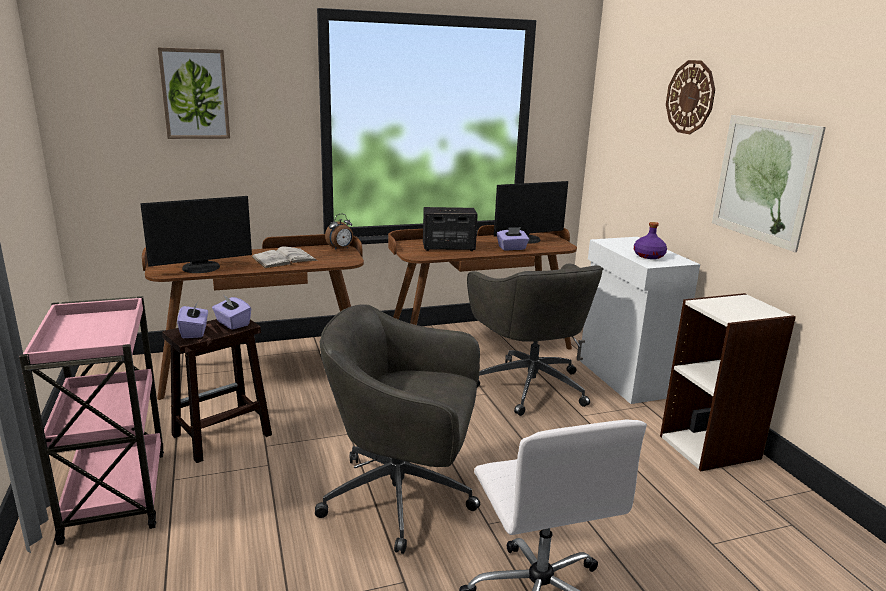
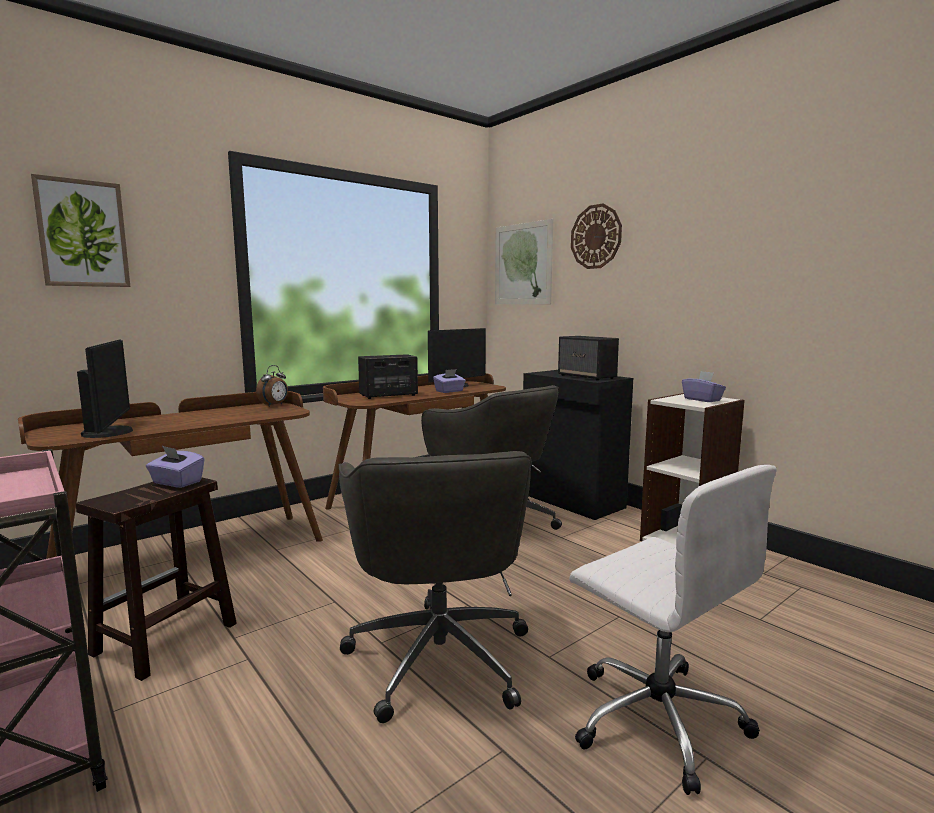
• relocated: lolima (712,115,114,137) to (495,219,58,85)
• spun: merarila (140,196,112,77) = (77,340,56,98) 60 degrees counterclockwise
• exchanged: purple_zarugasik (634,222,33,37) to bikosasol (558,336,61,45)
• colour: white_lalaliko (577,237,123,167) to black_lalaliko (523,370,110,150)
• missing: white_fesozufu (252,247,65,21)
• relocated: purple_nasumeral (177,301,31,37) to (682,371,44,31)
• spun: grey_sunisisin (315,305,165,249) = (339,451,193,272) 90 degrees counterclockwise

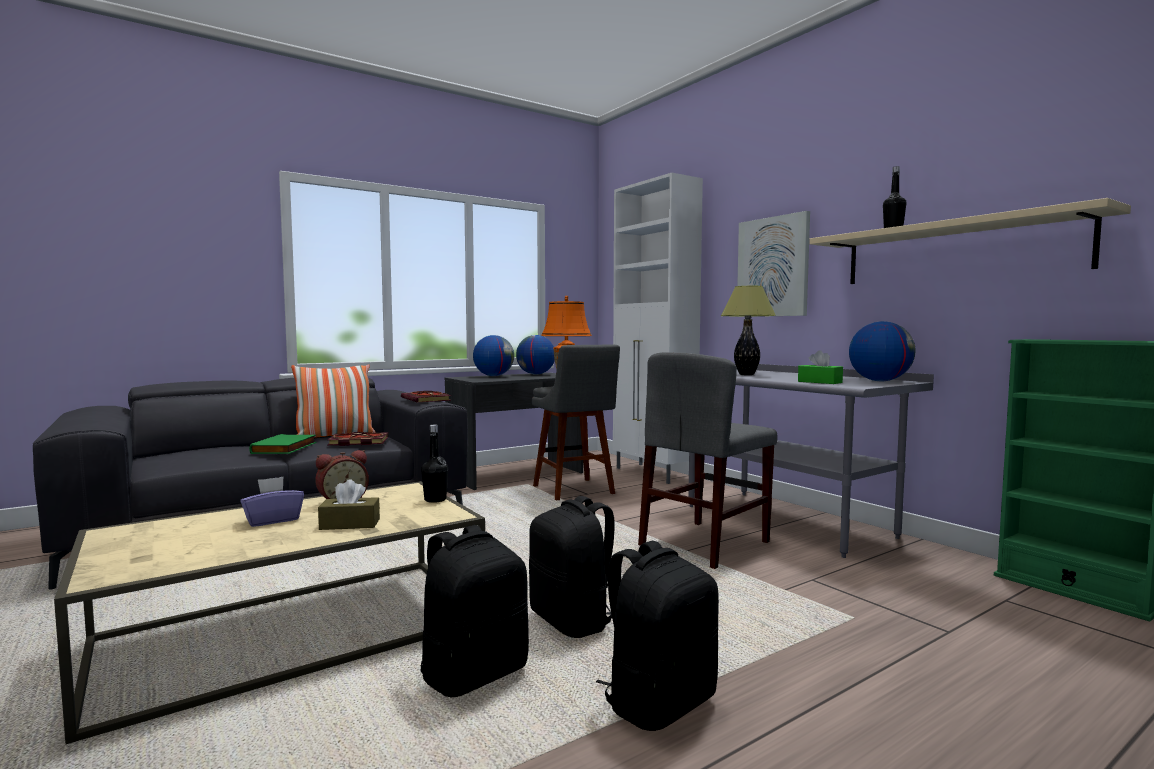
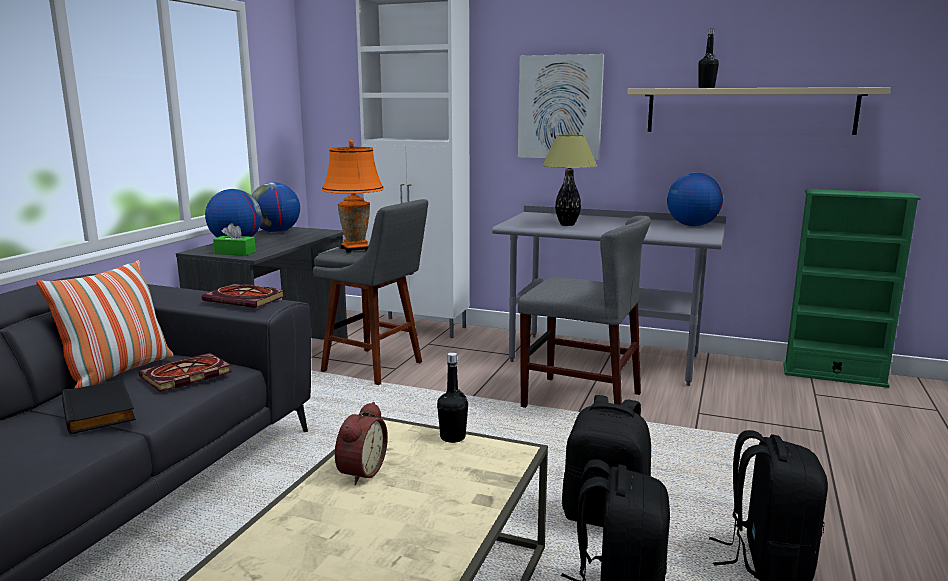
• relocated: green_nasumeral (798,350,45,34) to (213,223,43,33)
• spun: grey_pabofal (638,352,140,217) = (518,216,133,192) 75 degrees counterclockwise
• colour: green_fesozufu (249,434,67,20) to black_fesozufu (62,379,74,56)
• missing: purple_nasumeral (240,477,64,50)
• missing: brown_nasumeral (318,479,62,51)

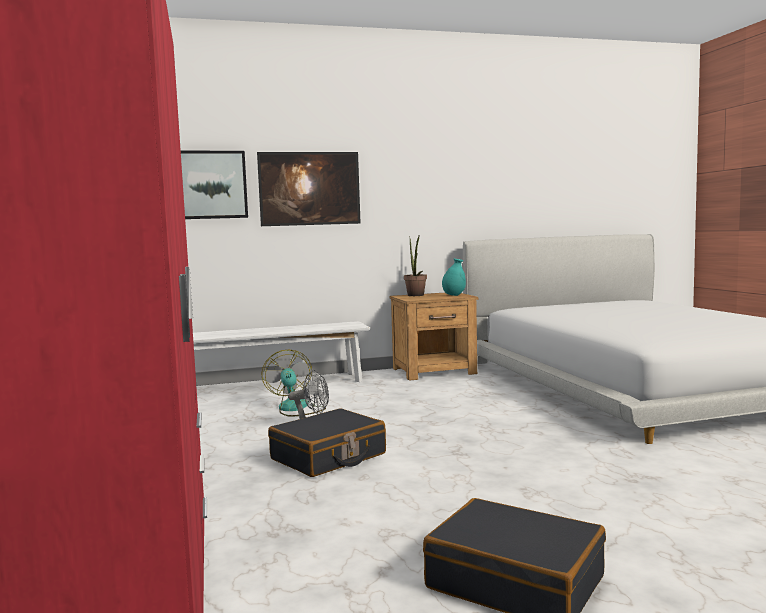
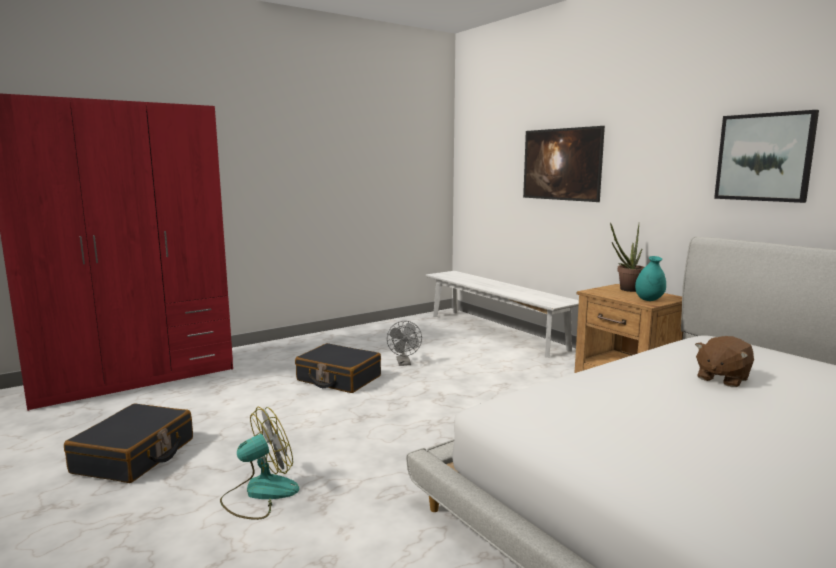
• relocated: lolima (181,151,67,68) to (714,110,105,93)
• relocated: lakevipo (262,349,64,68) to (220,407,79,113)
• appeared: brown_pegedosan (695,336,59,51)

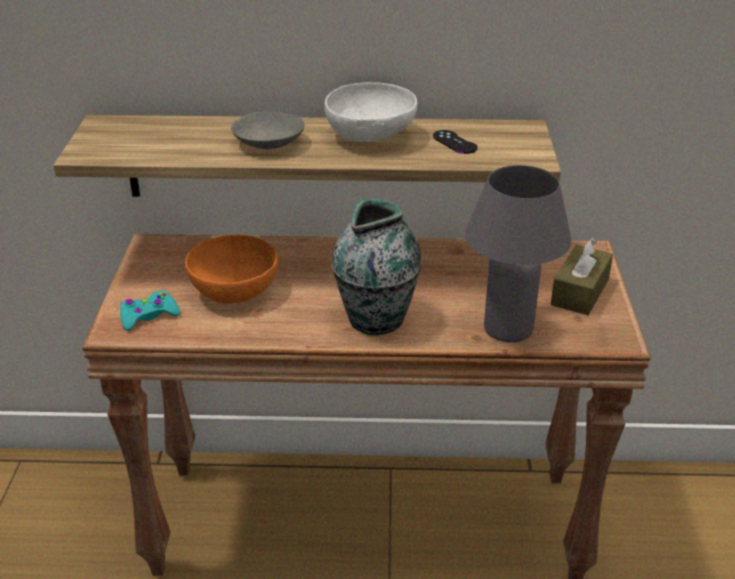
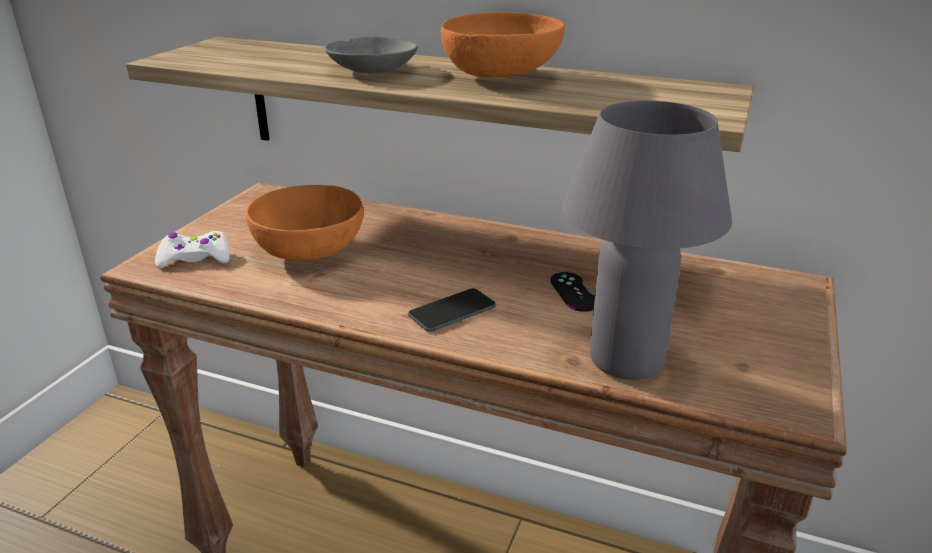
• colour: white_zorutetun (325,82,93,60) to orange_zorutetun (441,12,124,66)
• relocated: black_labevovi (433,130,45,24) to (550,272,45,40)
• exchanged: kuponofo (331,199,91,136) to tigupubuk (408,288,88,44)
• missing: brown_nasumeral (551,238,62,77)
• colour: turquoise_labevovi (120,290,60,41) to white_labevovi (155,231,75,37)

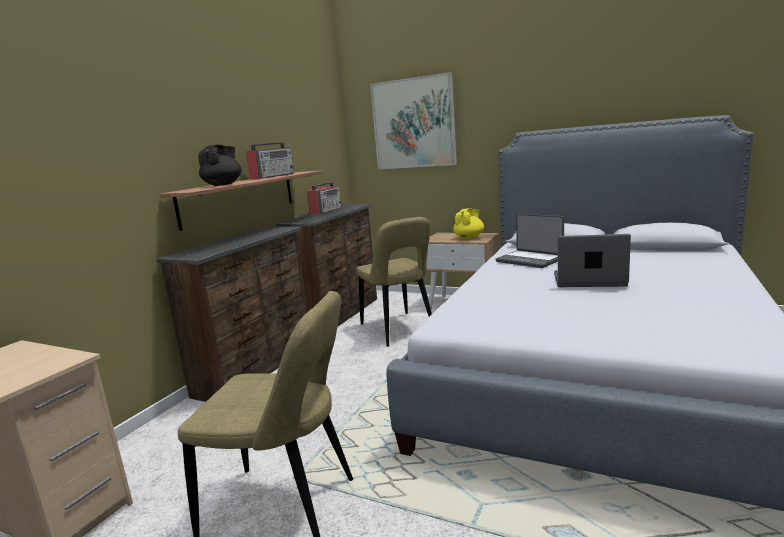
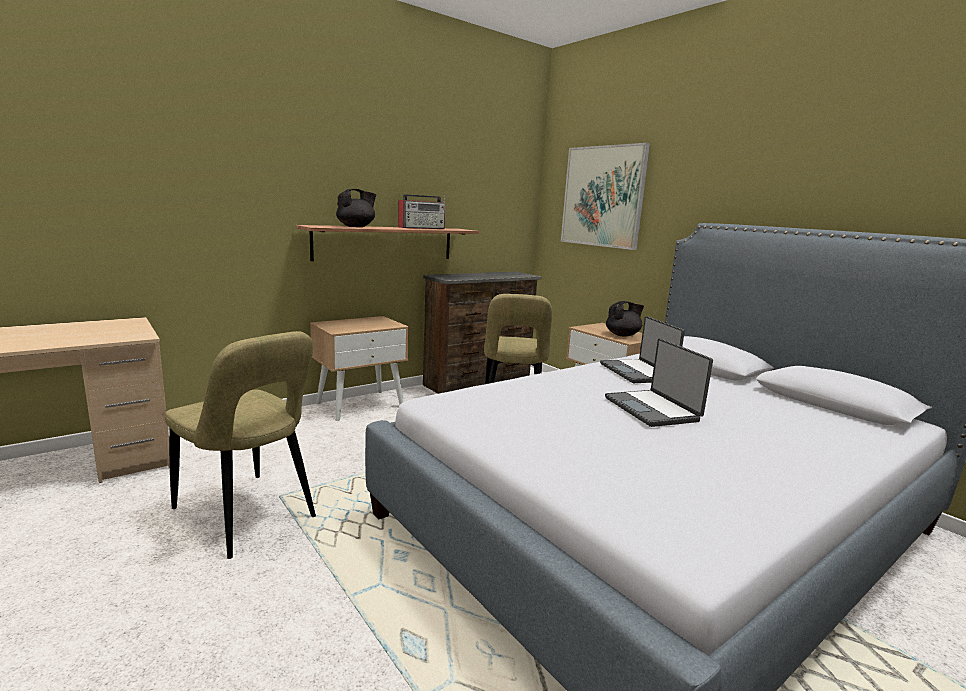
• missing: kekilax (307,180,35,35)
• colour: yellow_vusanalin (453,208,31,31) to black_vusanalin (606,301,38,36)
• exchanged: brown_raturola (156,227,151,175) to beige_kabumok (310,316,99,105)
• spun: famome (554,234,77,53) = (605,338,108,89) 150 degrees counterclockwise

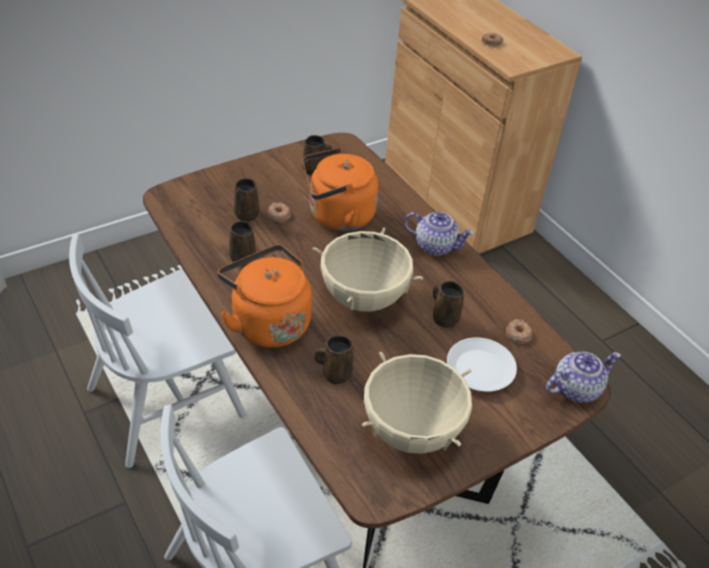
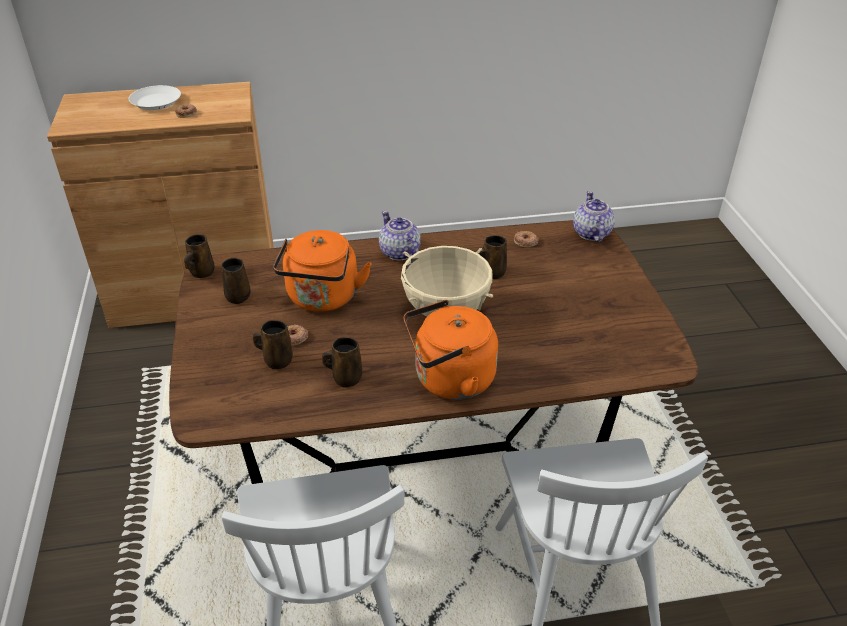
• spun: vusanalin (404,212,70,44) = (379,211,42,49) 75 degrees counterclockwise
• relocated: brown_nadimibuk (314,335,39,49) to (184,234,31,44)
• relocated: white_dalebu (447,338,70,54) to (129,85,52,25)
• missing: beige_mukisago (361,352,111,102)

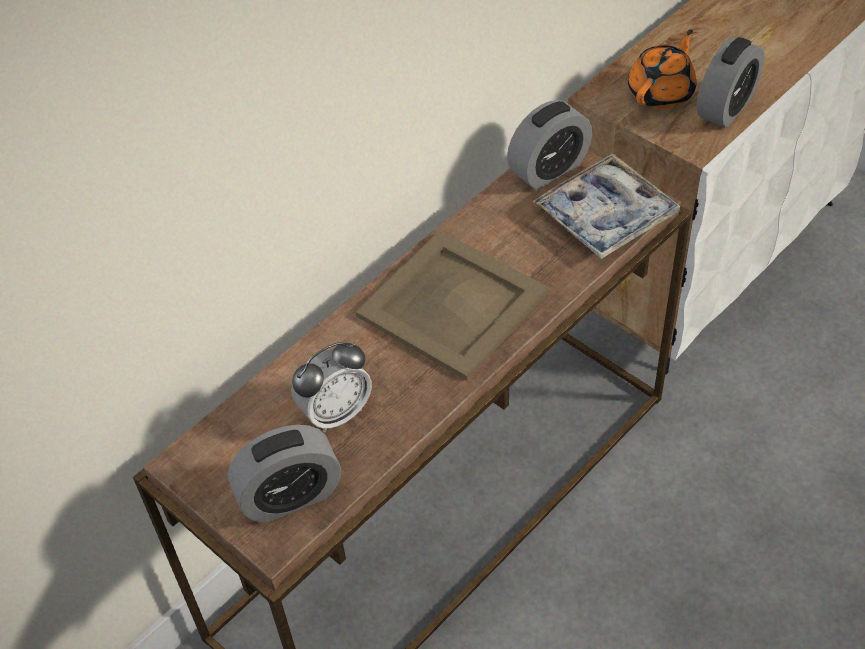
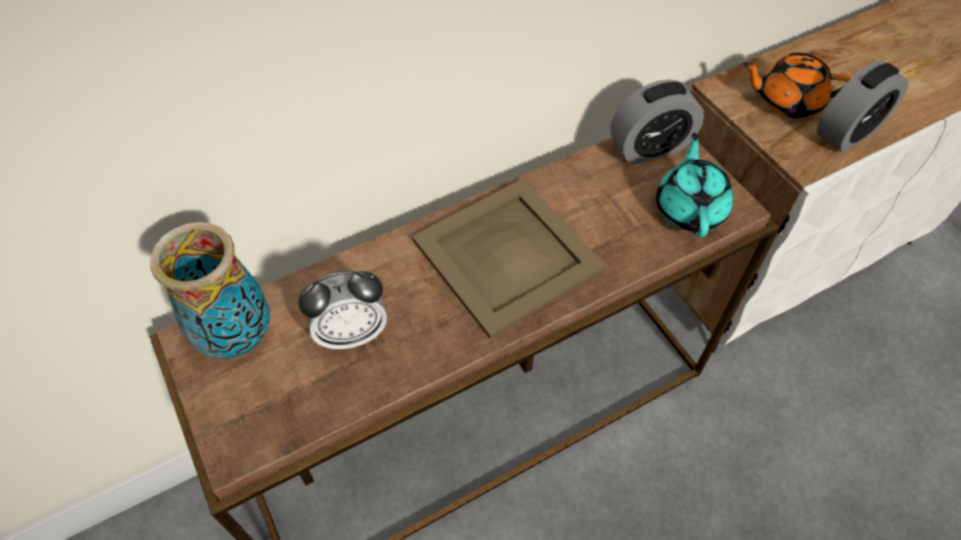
• spun: orange_vusanalin (628,29,69,80) = (743,53,109,65) 135 degrees counterclockwise
• exchanged: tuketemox (532,154,149,105) to turquoise_vusanalin (656,133,77,104)
• missing: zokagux (228,425,113,98)
• appeared: kuponofo (150,222,120,137)

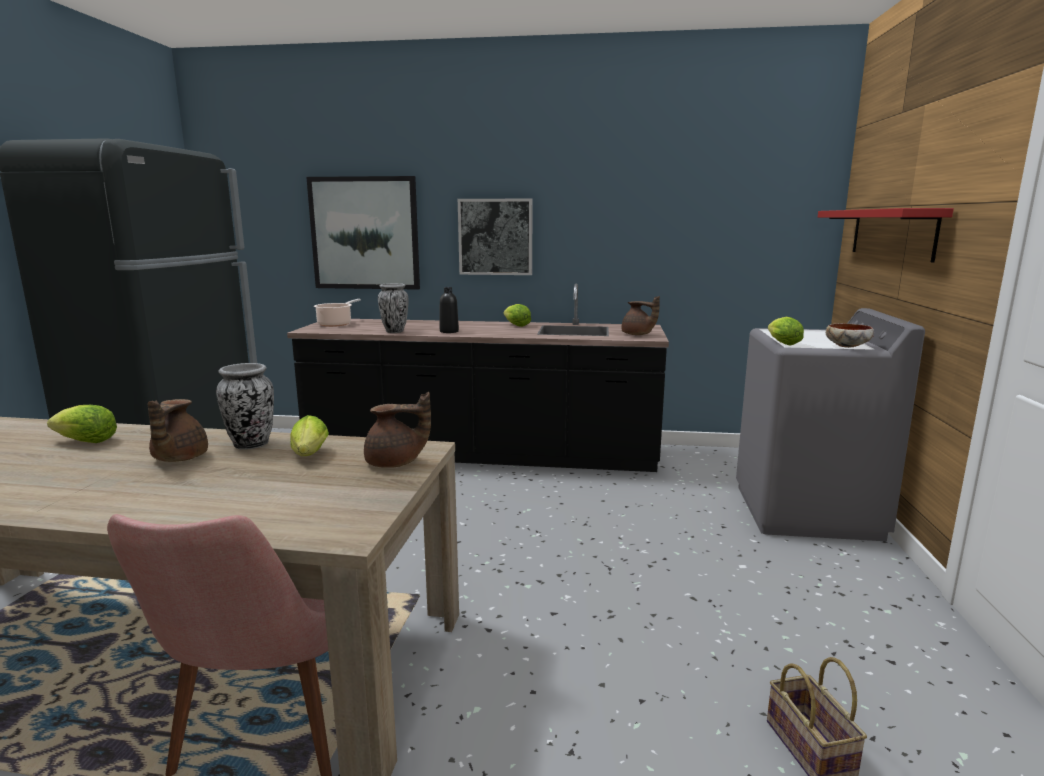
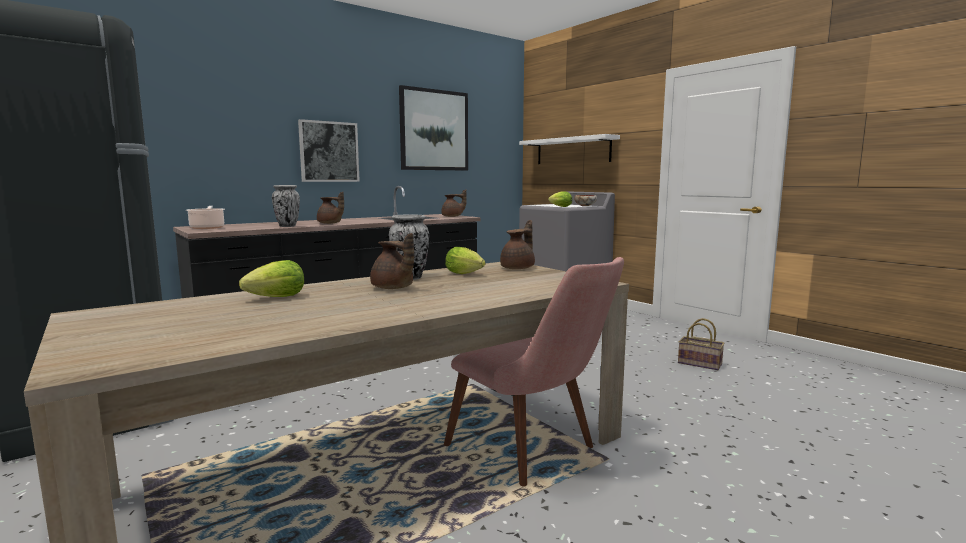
• relocated: lolima (306,176,114,114) to (399,85,69,85)
• colour: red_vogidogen (818,208,136,55) to white_vogidogen (519,134,101,30)
• exchanged: black_zarugasik (440,287,19,46) to brown_vusanalin (317,192,27,32)
• missing: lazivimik (504,304,27,23)

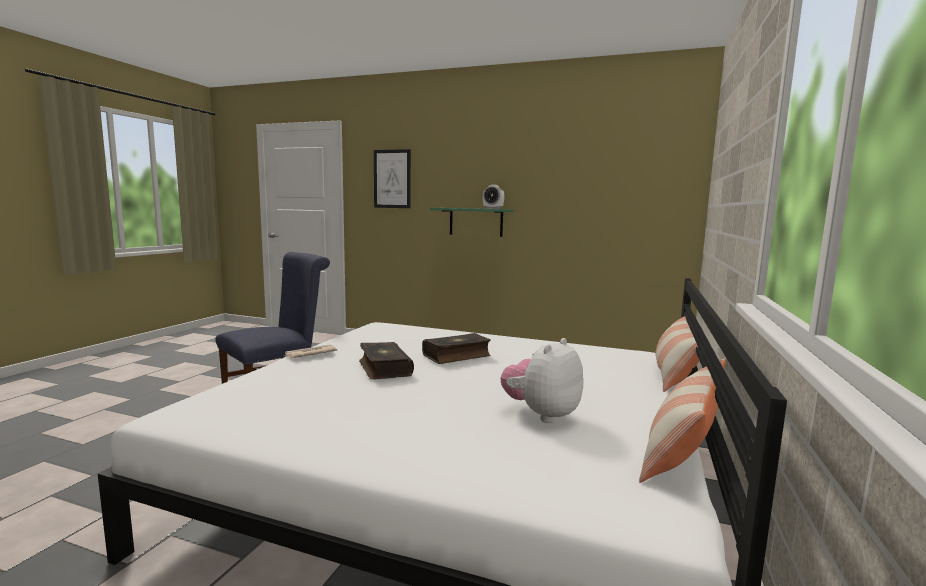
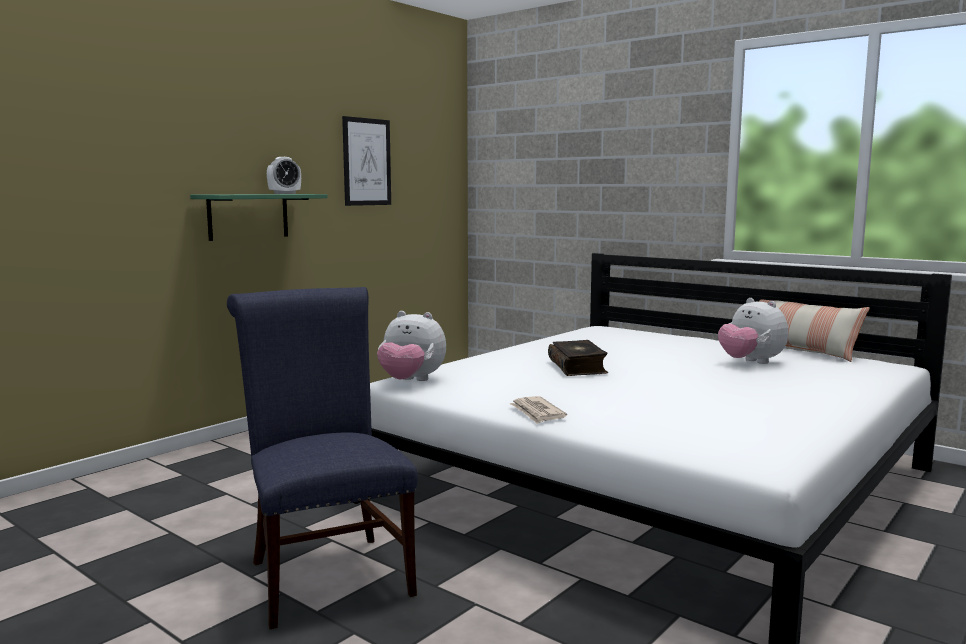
• relocated: lolima (374,149,37,59) to (342,116,49,90)
• missing: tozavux (655,316,45,76)
• missing: fesozufu (359,342,55,38)
• appeared: pegedosan (377,311,69,70)

